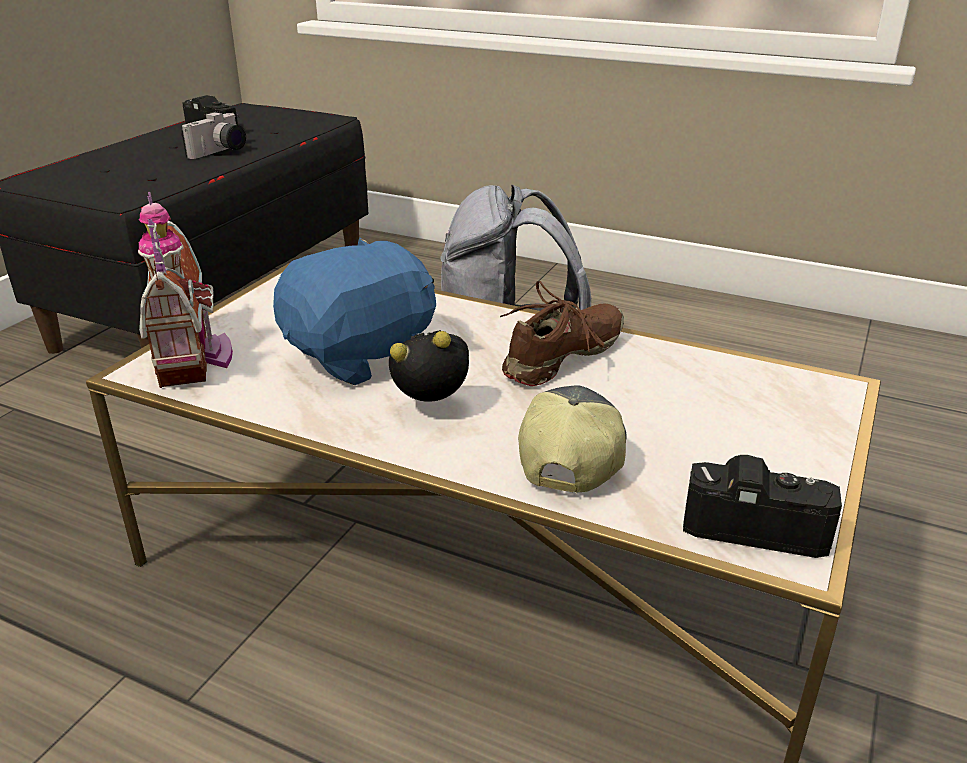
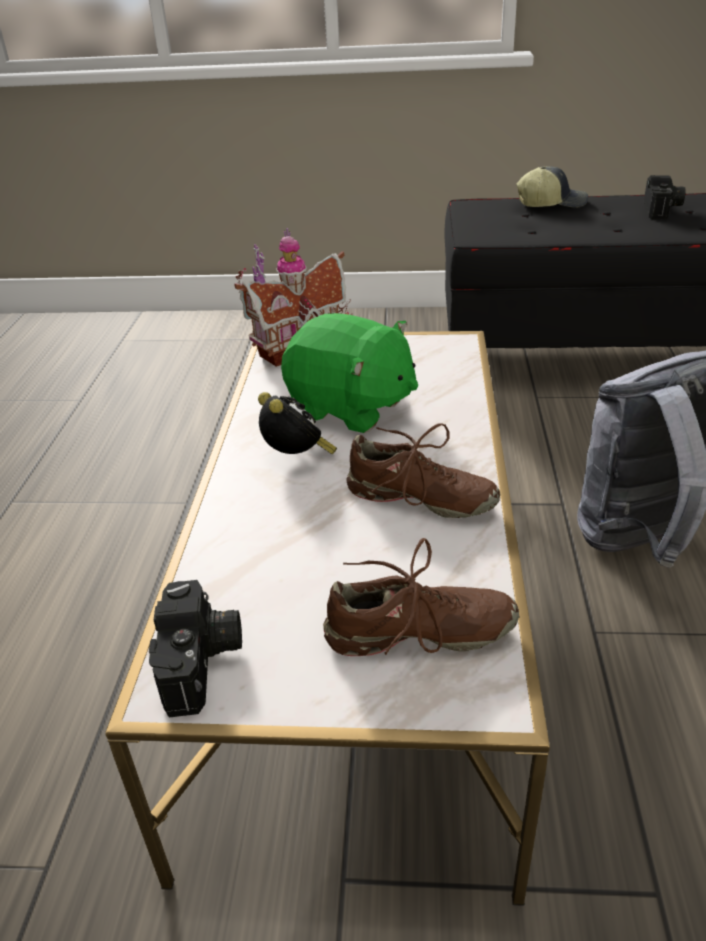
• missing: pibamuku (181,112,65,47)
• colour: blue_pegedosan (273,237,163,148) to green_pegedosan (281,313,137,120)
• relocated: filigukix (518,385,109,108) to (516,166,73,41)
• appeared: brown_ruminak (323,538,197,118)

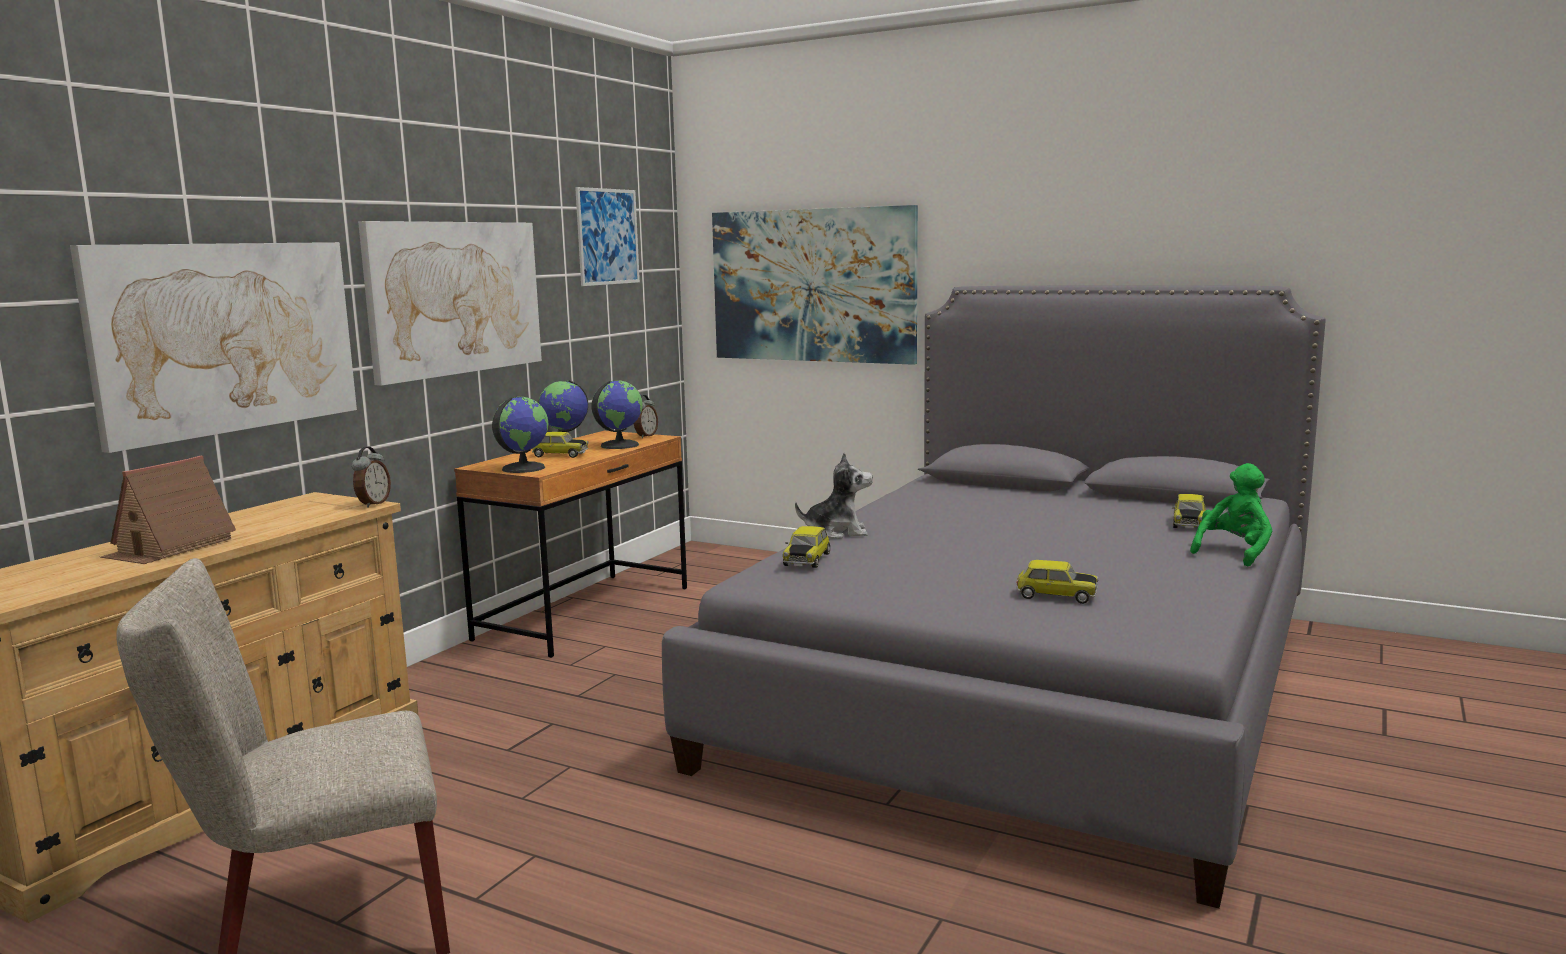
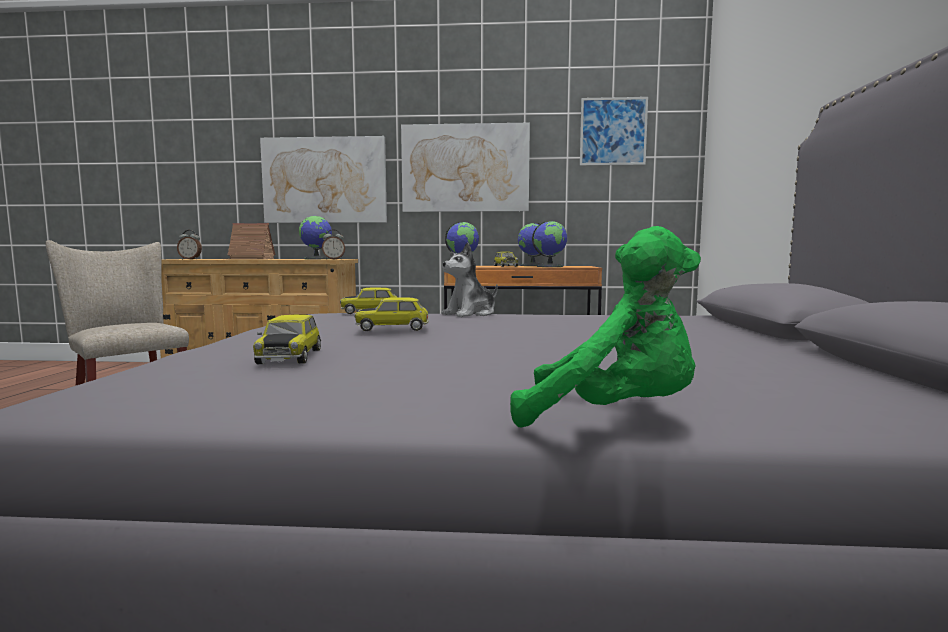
• missing: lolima (712,205,206,160)
• relocated: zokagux (634,395,24,43) to (177,230,25,29)
• spun: pegedosan (795,452,78,87) = (442,242,56,75) 75 degrees clockwise
• relocated: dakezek (1172,494,34,34) to (354,298,75,33)
• appeared: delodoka (299,216,33,43)

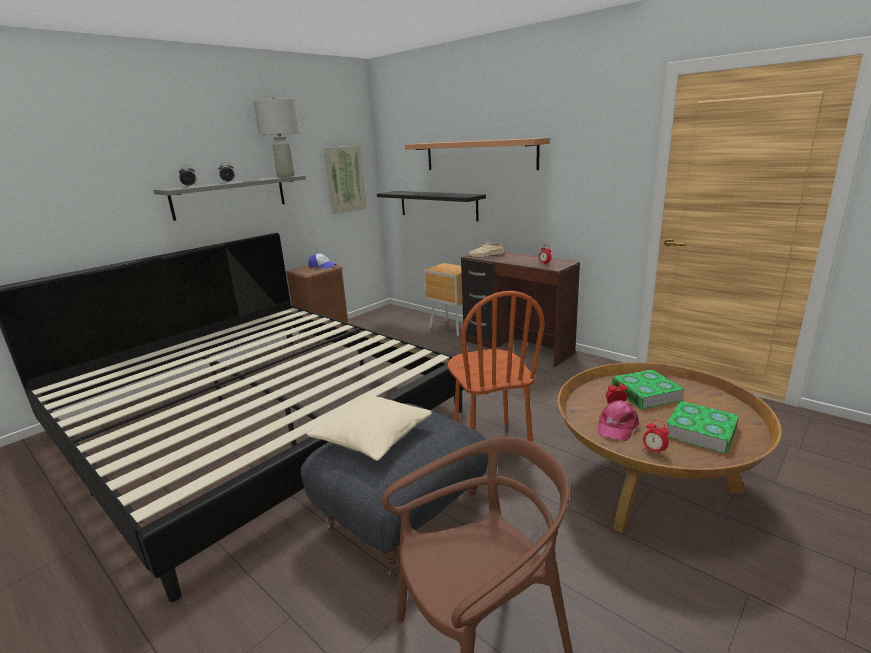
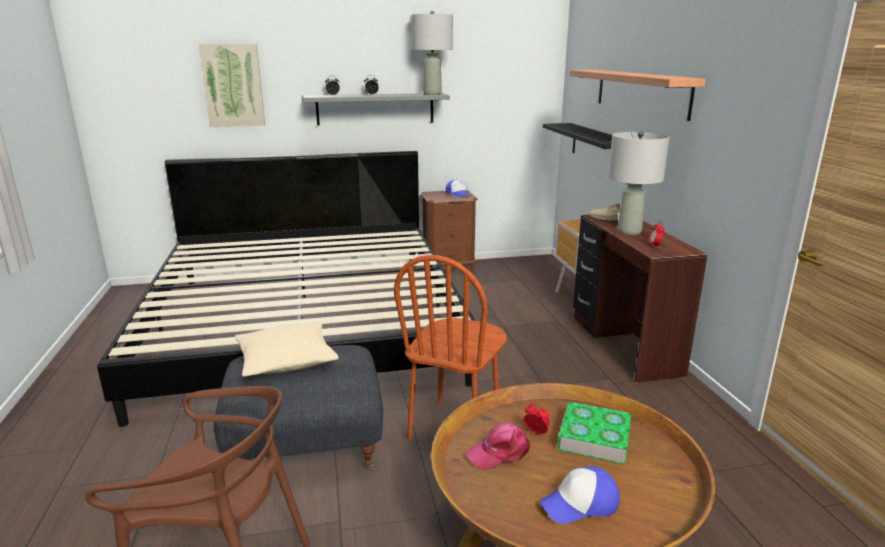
• relocated: lolima (324,146,43,68) to (199,44,66,83)
• exchanged: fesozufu (666,401,73,53) to filigukix (539,466,81,58)
• missing: zokagux (643,420,26,36)
• appeared: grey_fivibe (608,131,62,104)

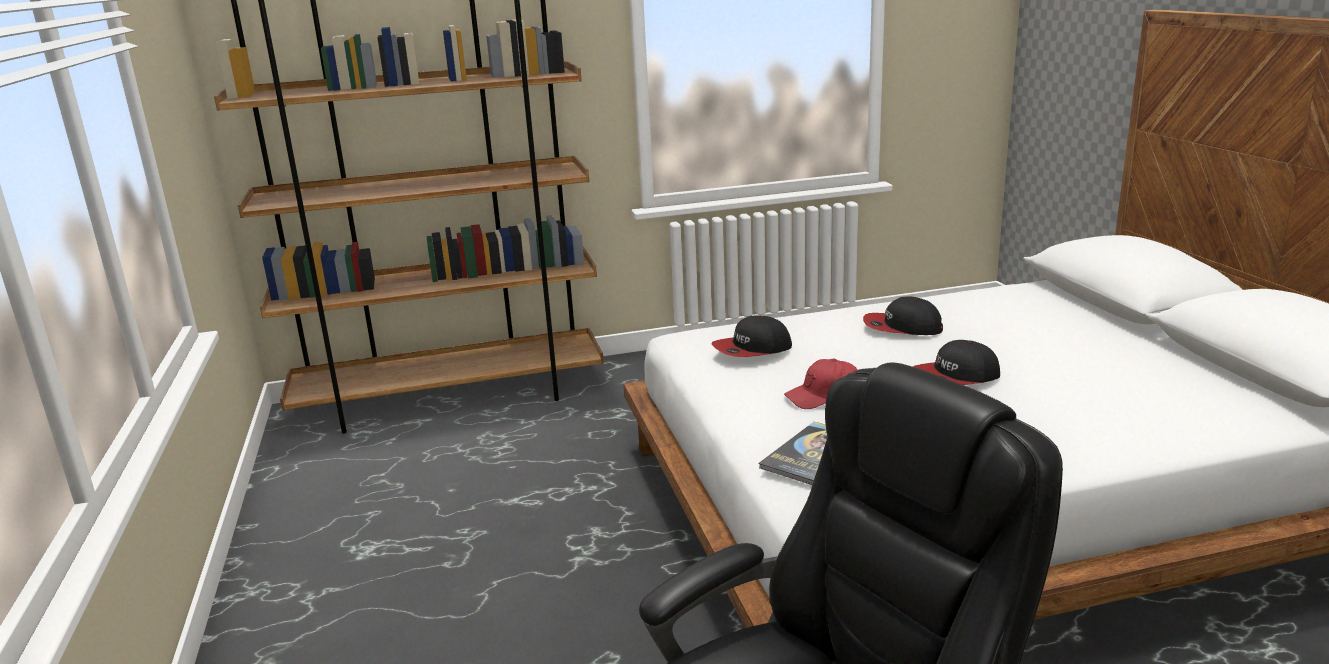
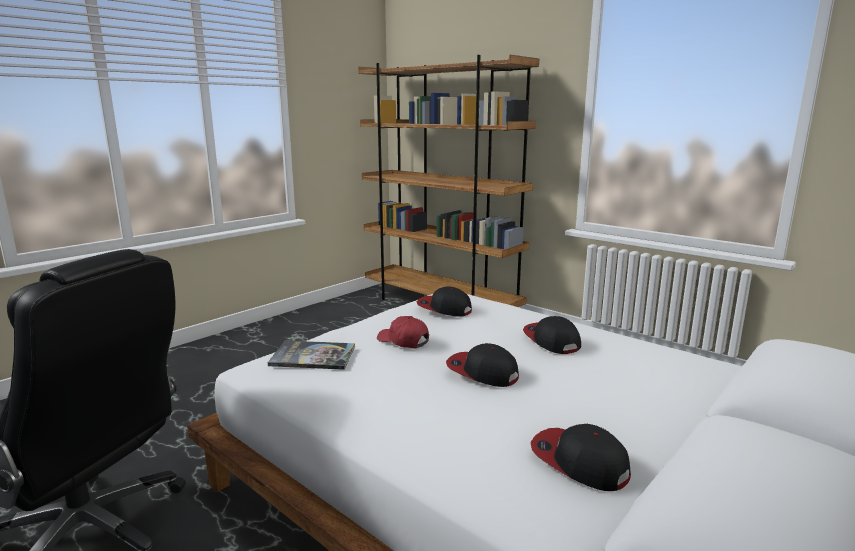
• appeared: filigukix (530,424,101,67)

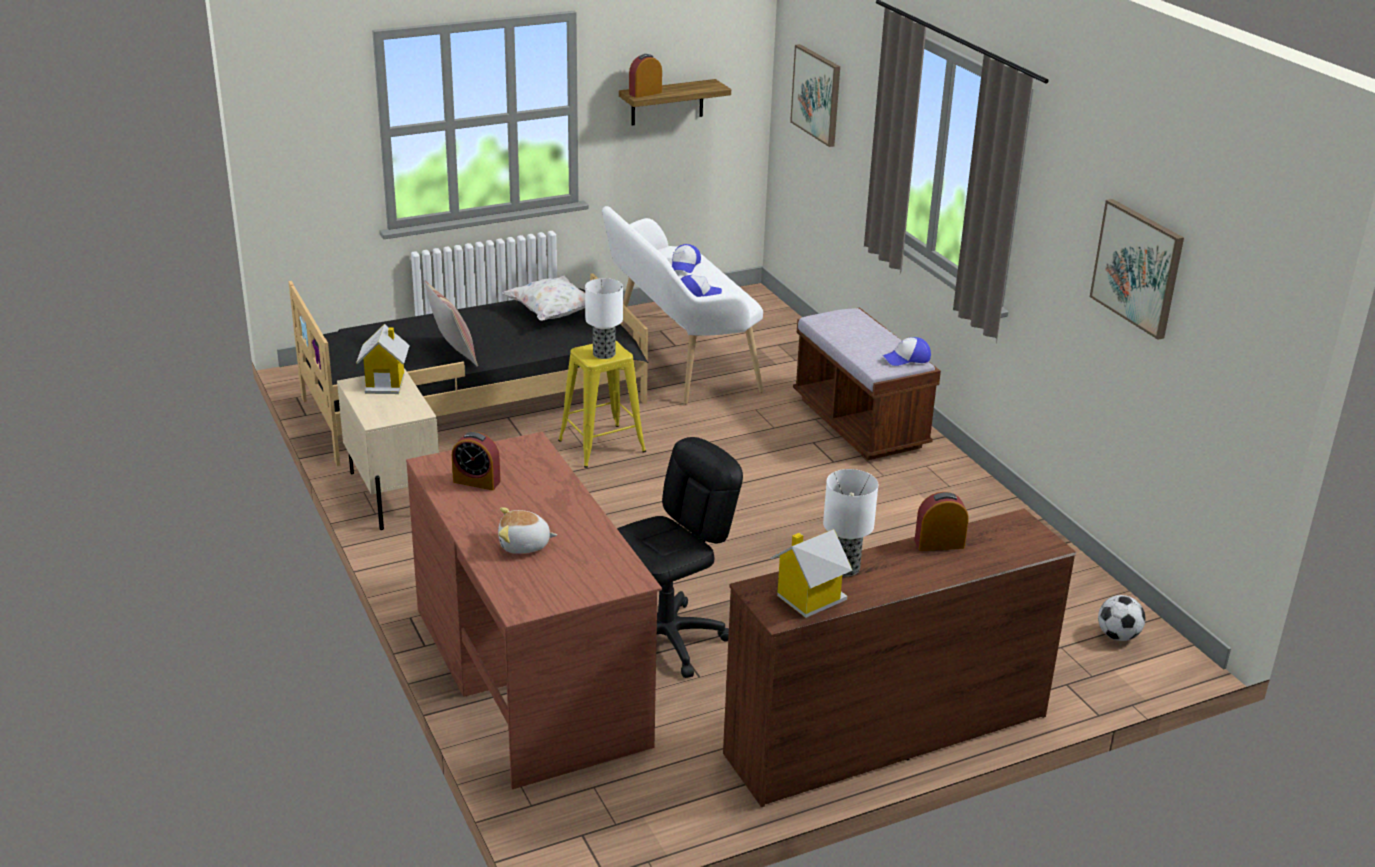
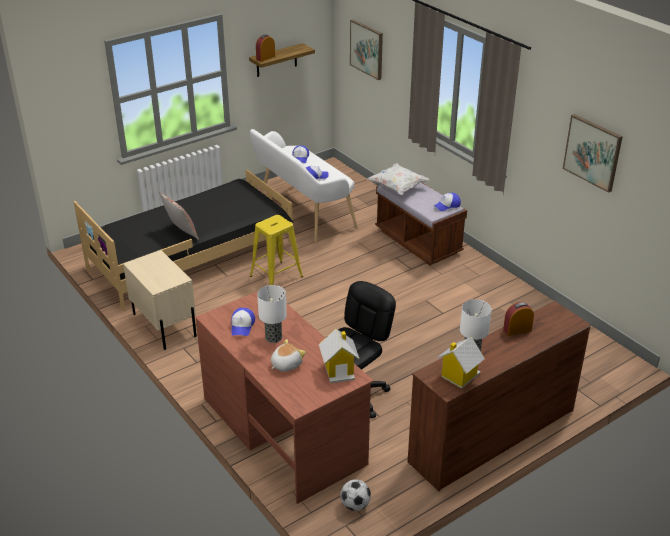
• relocated: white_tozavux (502,276,83,45) to (367,163,62,32)
• relocated: fivibe (585,278,38,81) to (257,285,30,58)
• relocated: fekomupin (356,324,54,70) to (319,329,41,54)
• exchanged: zokagux (452,432,49,58) to filigukix (231,308,24,28)
• spun: pegedosan (498,507,59,47) = (271,339,35,33) 150 degrees clockwise
• relocated: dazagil (1098,595,47,46) to (340,479,31,32)

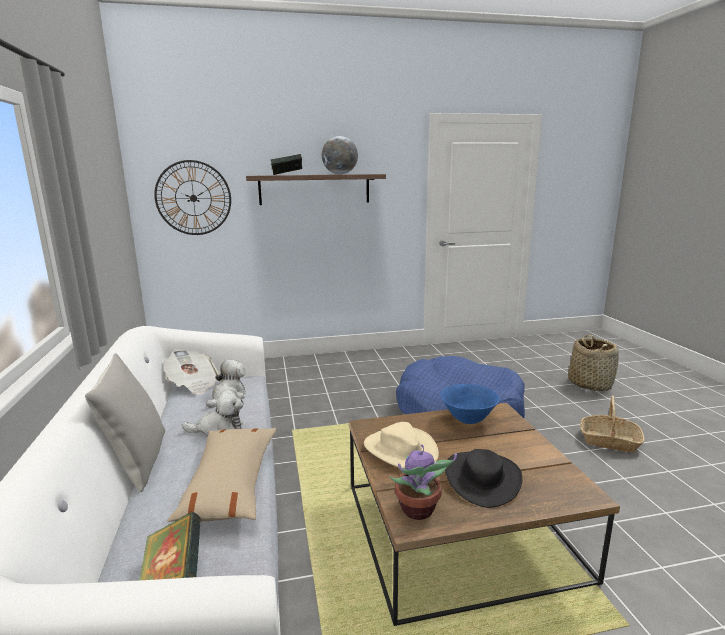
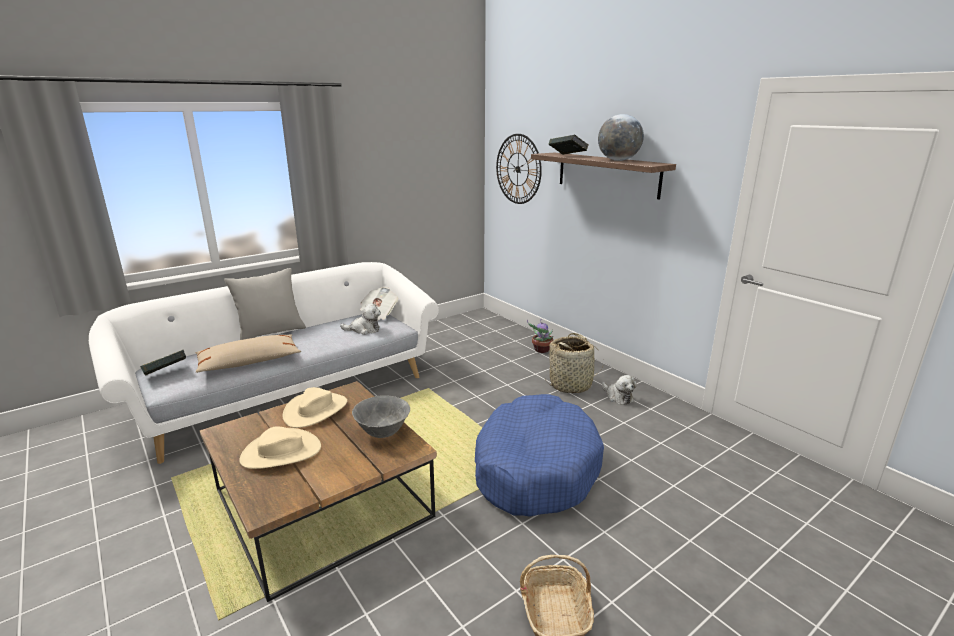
• relocated: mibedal (568,334,51,57) to (545,333,59,60)
• colour: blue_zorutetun (440,384,60,40) to grey_zorutetun (352,395,58,43)
• relocated: pegedosan (182,390,62,46) to (602,375,35,30)
• relocated: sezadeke (390,445,67,75) to (527,319,26,34)
• colour: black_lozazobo (445,449,78,59) to beige_lozazobo (239,427,82,42)

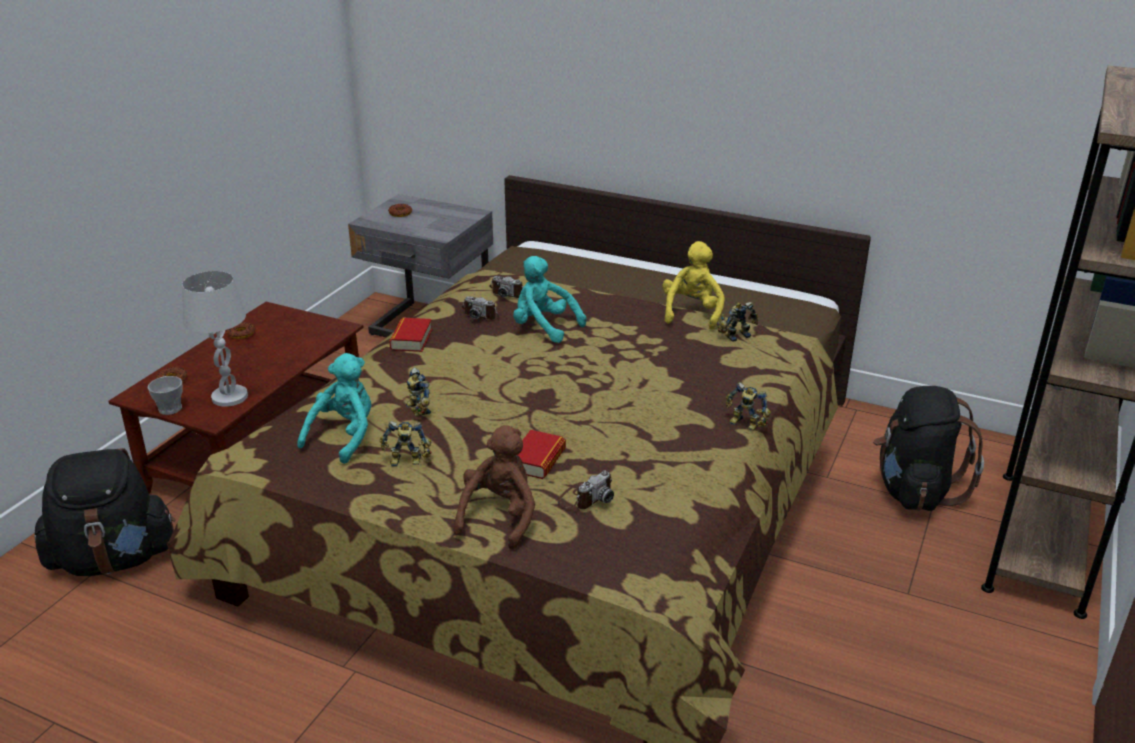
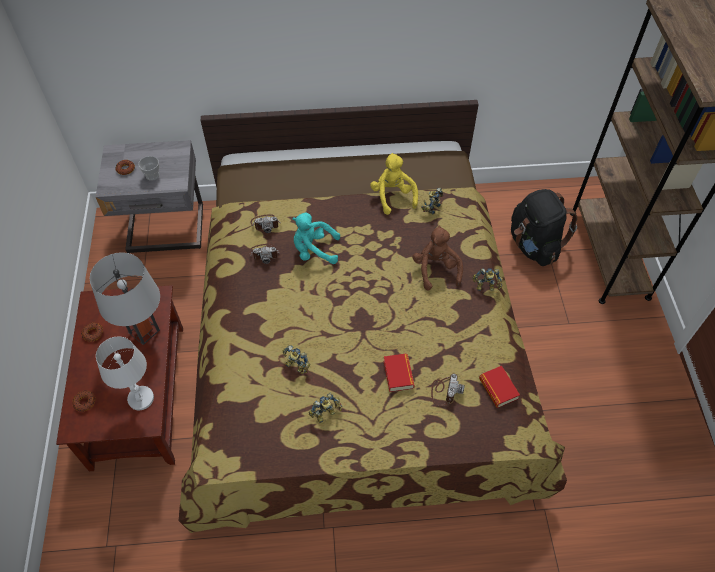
• relocated: fesozufu (389,318,43,34) to (479,366,41,42)
• missing: turquoise_pegedosan (297,353,74,111)
• relocated: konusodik (148,376,35,39) to (138,156,22,25)
• relocated: brown_pegedosan (454,425,81,125) to (413,226,50,64)
• missing: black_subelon (35,448,140,128)
• appeared: grey_fivibe (89,252,71,93)

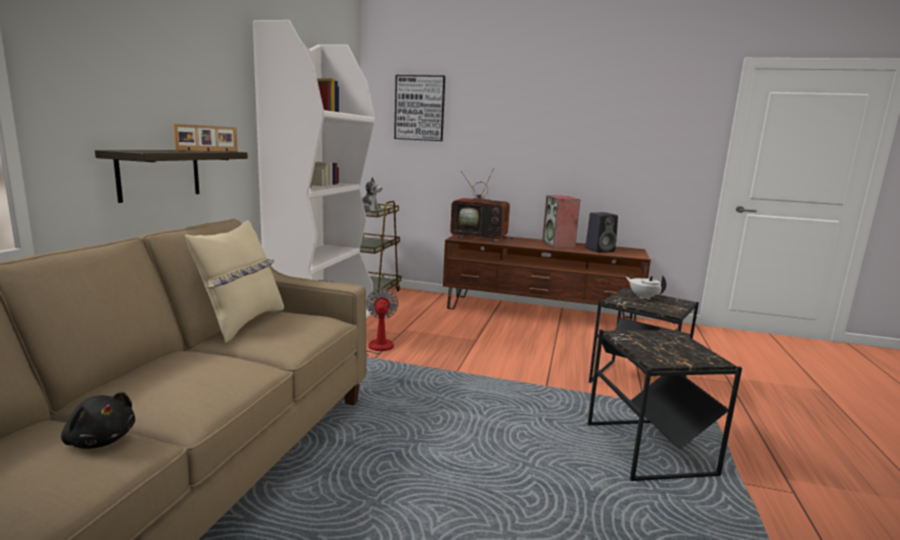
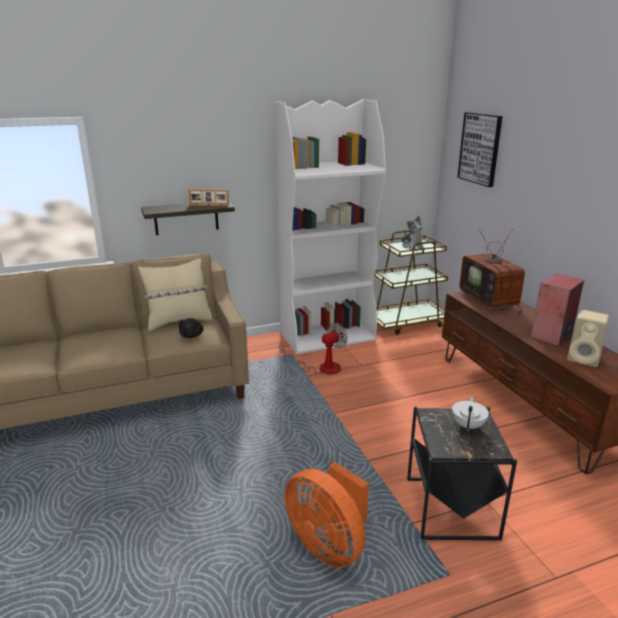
• colour: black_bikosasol (585,212,33,40) to beige_bikosasol (567,310,42,57)
• exchanged: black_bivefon (588,329,154,152) to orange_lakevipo (285,462,84,106)
• relocated: black_pegedosan (61,392,74,57) to (179,318,25,20)

